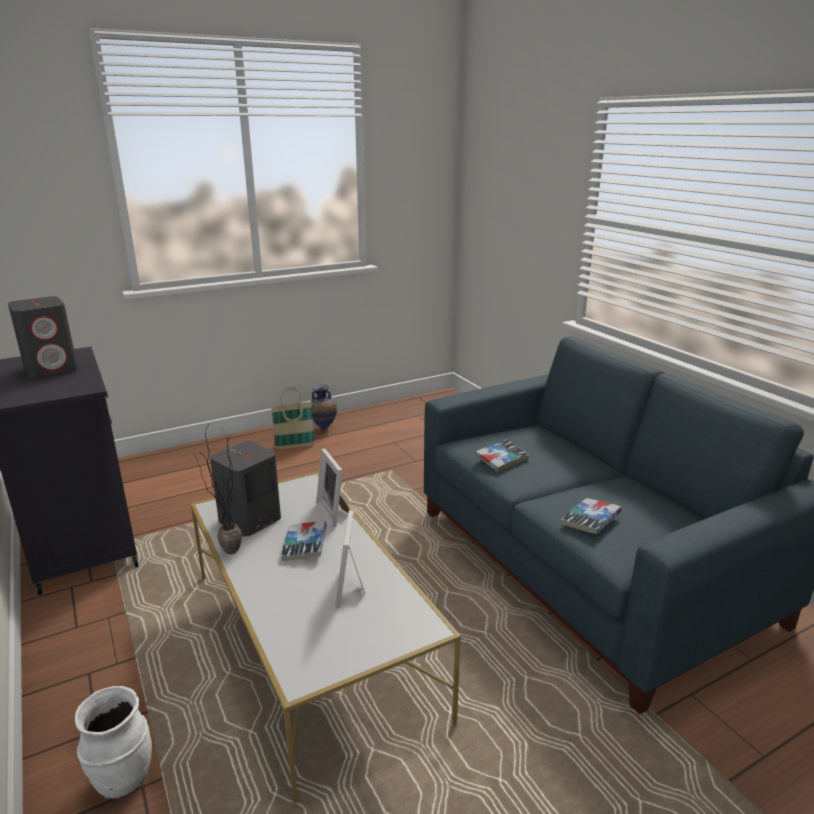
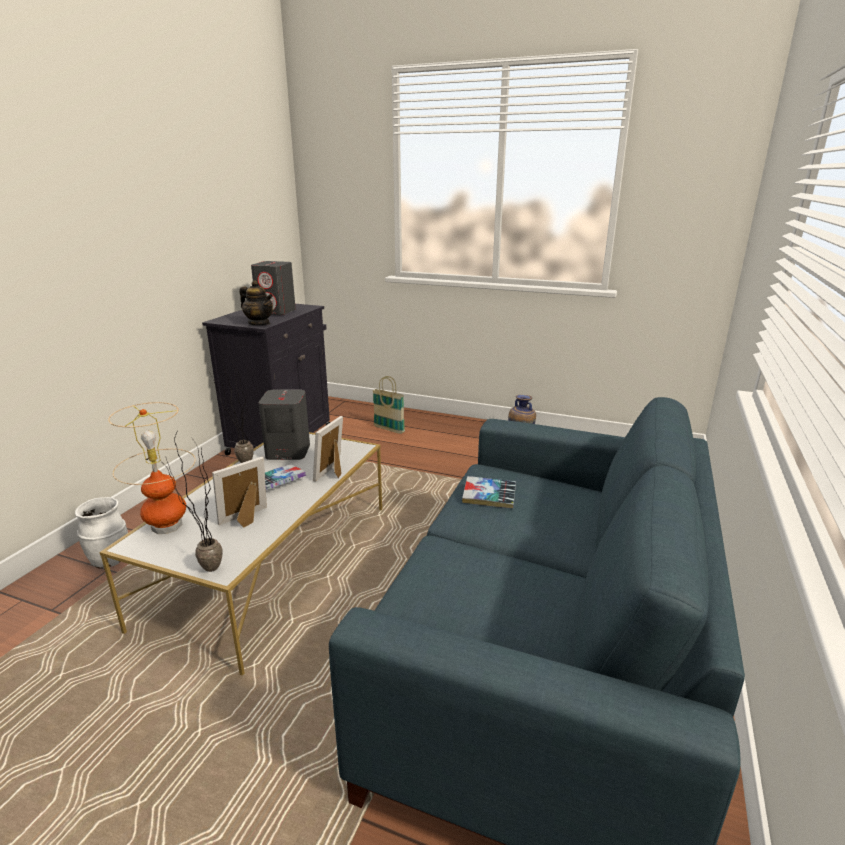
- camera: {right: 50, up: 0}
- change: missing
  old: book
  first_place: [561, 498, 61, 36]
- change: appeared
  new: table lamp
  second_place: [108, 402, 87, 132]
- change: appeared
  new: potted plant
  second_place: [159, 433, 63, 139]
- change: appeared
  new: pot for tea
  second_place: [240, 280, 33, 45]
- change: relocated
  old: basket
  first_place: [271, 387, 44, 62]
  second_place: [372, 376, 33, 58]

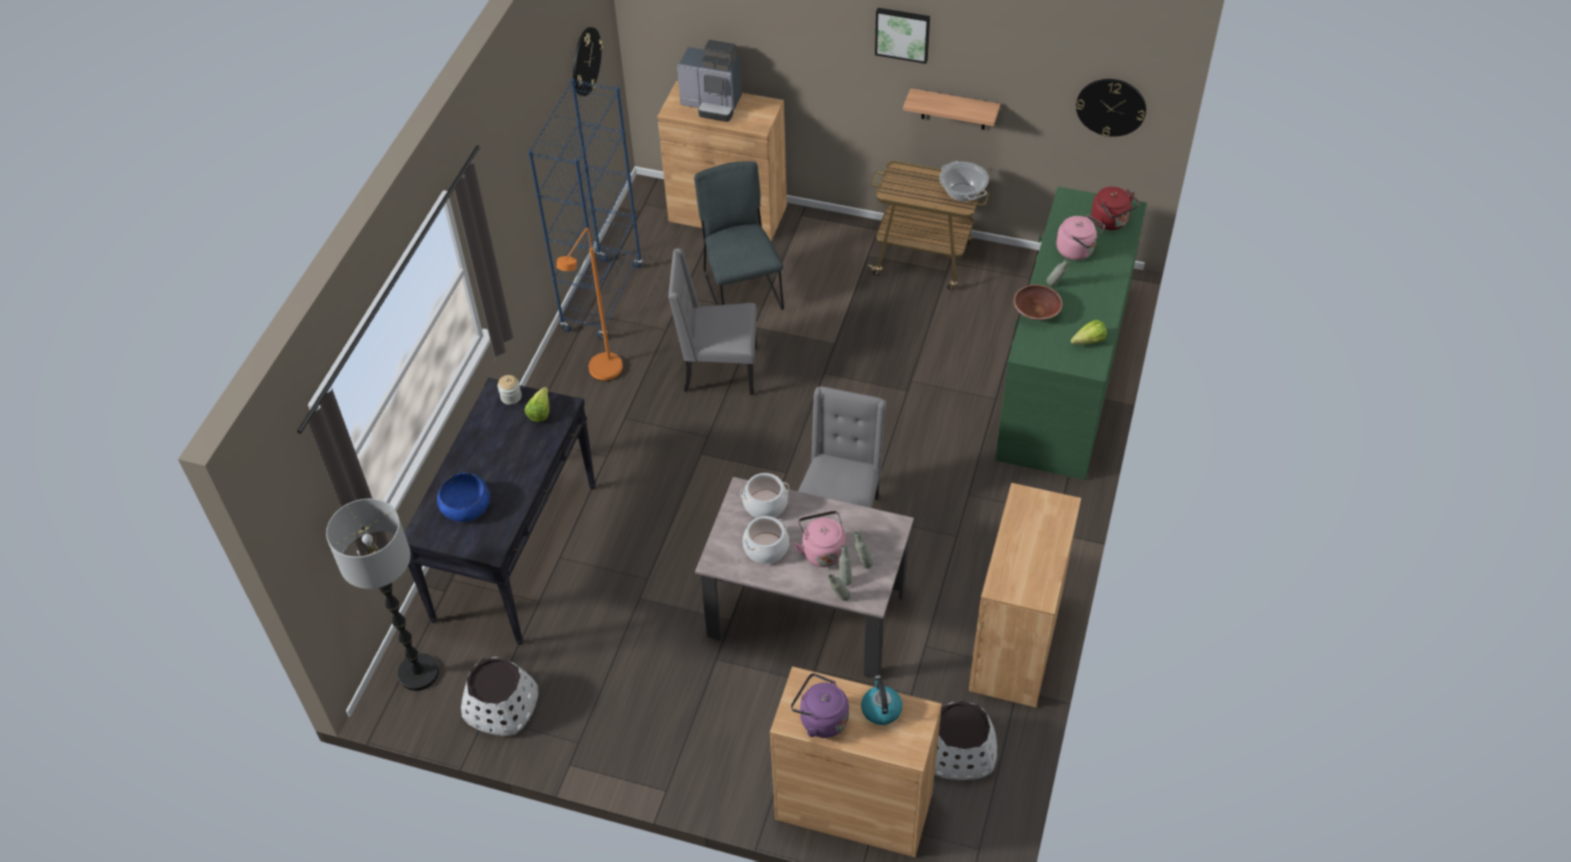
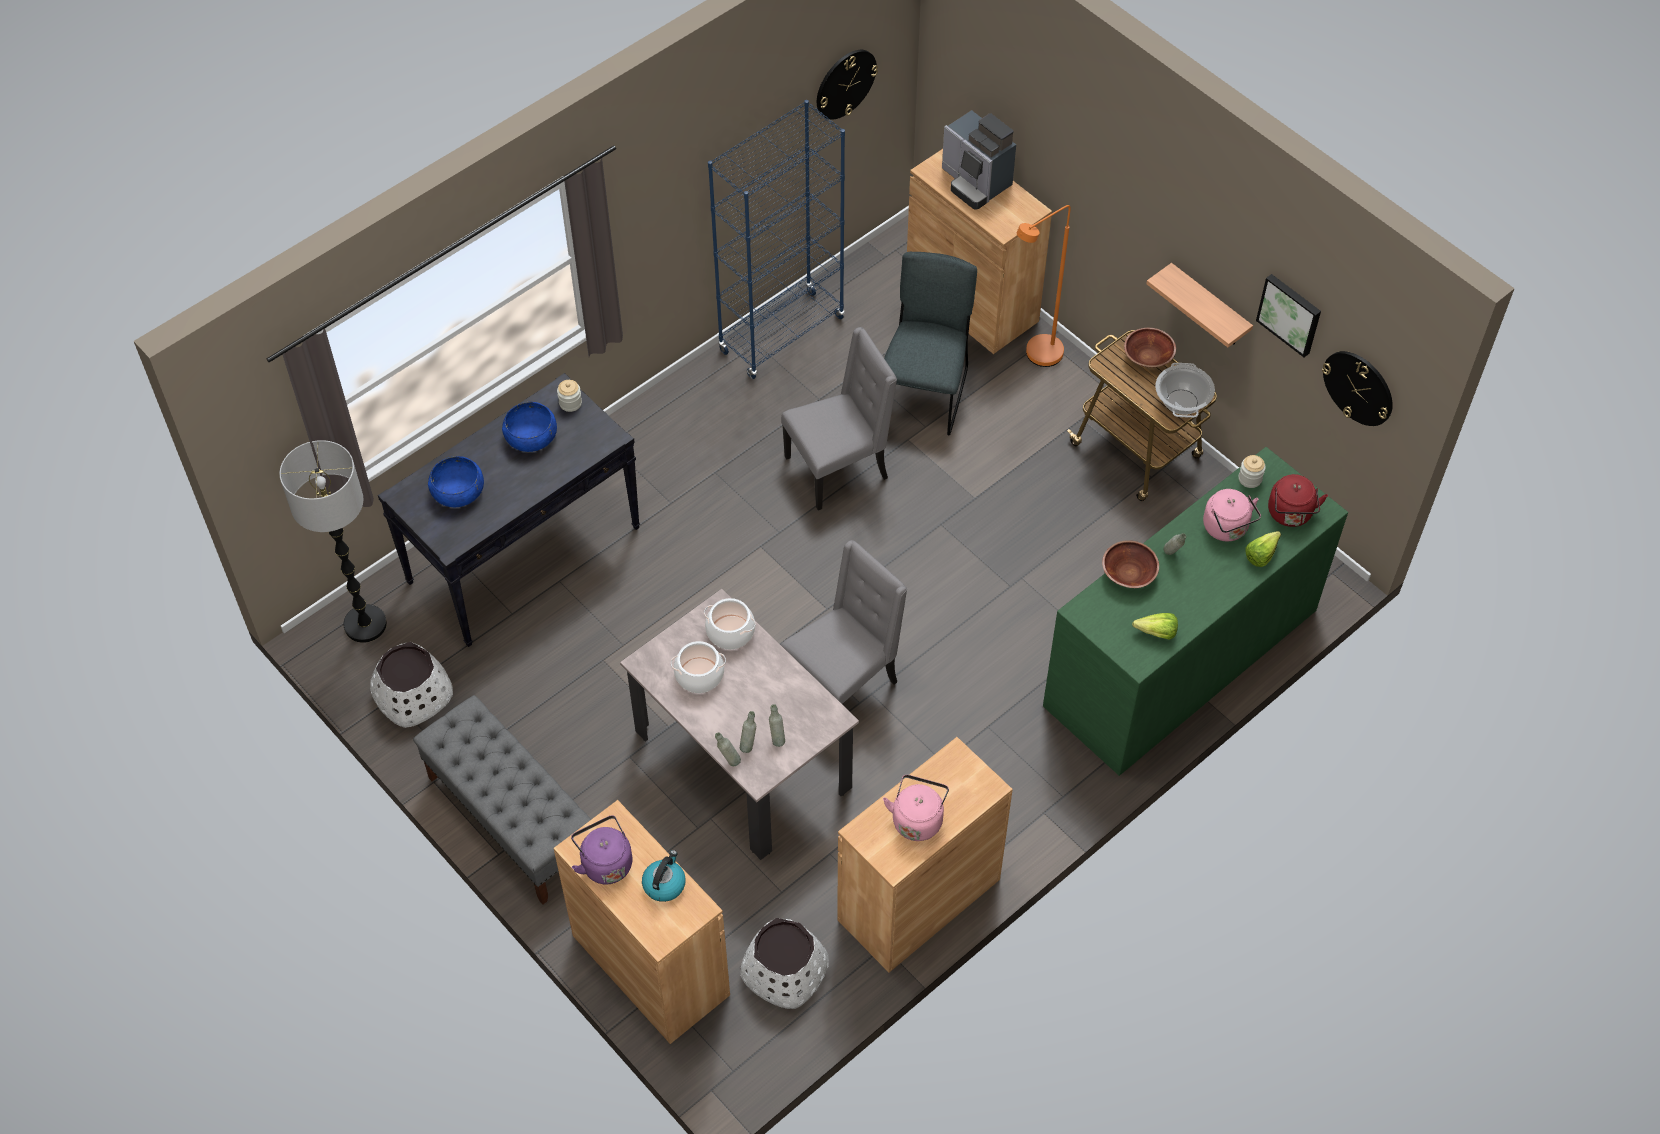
- camera: {right: 30, up: 5}
- change: appeared
  new: bench in greyish
  second_place: [413, 695, 178, 210]
- change: appeared
  new: deep dish in bluish
  second_place: [502, 402, 55, 50]
- change: appeared
  new: deep dish in brown-coloured
  second_place: [1124, 328, 52, 40]
- change: appeared
  new: preserve jar
  second_place: [1239, 455, 27, 33]
- change: relocated
  old: lettuce
  first_place: [525, 387, 24, 35]
  second_place: [1245, 531, 36, 36]
- change: relocated
  old: standing lamp in orange-coloured
  first_place: [557, 228, 66, 153]
  second_place: [1017, 205, 54, 162]
- change: relocated
  old: water kettle in pinkish
  first_place: [794, 511, 52, 56]
  second_place: [883, 775, 66, 66]
- change: relocated
  old: picture
  first_place: [875, 8, 55, 56]
  second_place: [1256, 274, 65, 83]
- change: spun
  old: upright chair in greyish
  first_place: [668, 248, 89, 147]
  second_place: [781, 327, 116, 183]
  degrees: 120

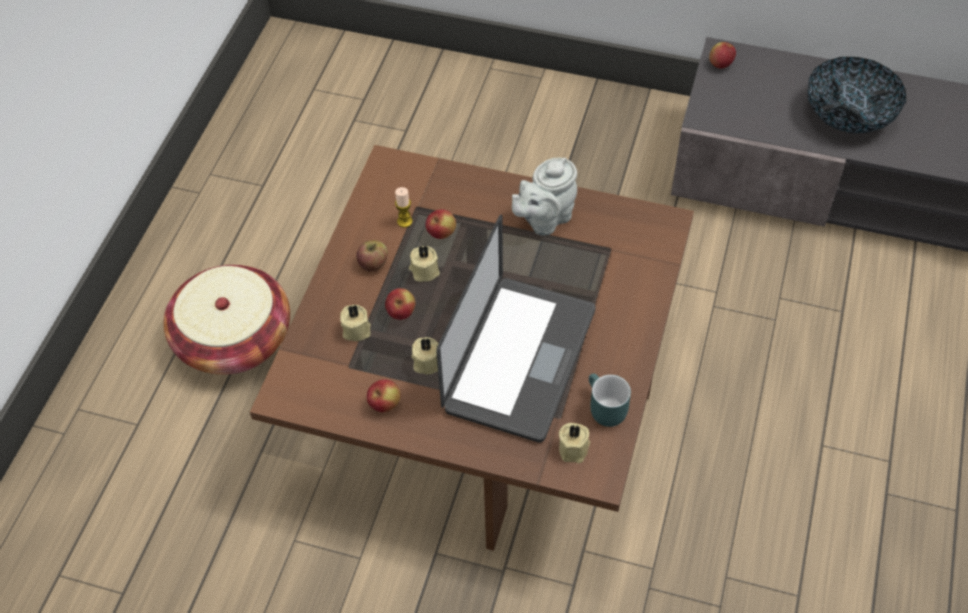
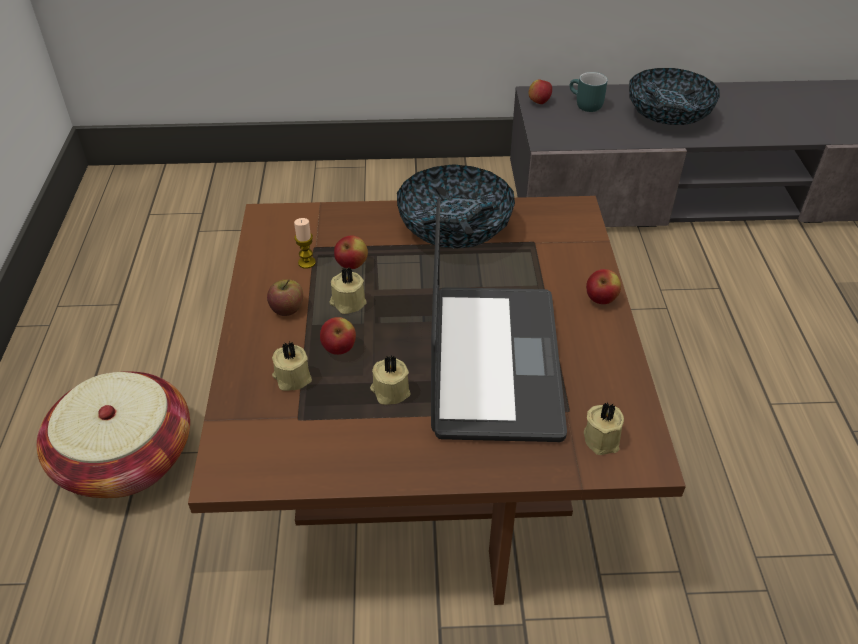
- camera: {right: -20, up: -10}
- change: relocated
  old: whole apple
  first_place: [367, 379, 34, 33]
  second_place: [586, 269, 35, 35]
- change: relocated
  old: coffee mug in turquoise-coloured
  first_place: [589, 373, 42, 54]
  second_place: [570, 72, 38, 40]
- change: exchanged
  old: pot for tea in greyish
  new: deep dish
  first_place: [512, 157, 65, 79]
  second_place: [397, 164, 118, 84]

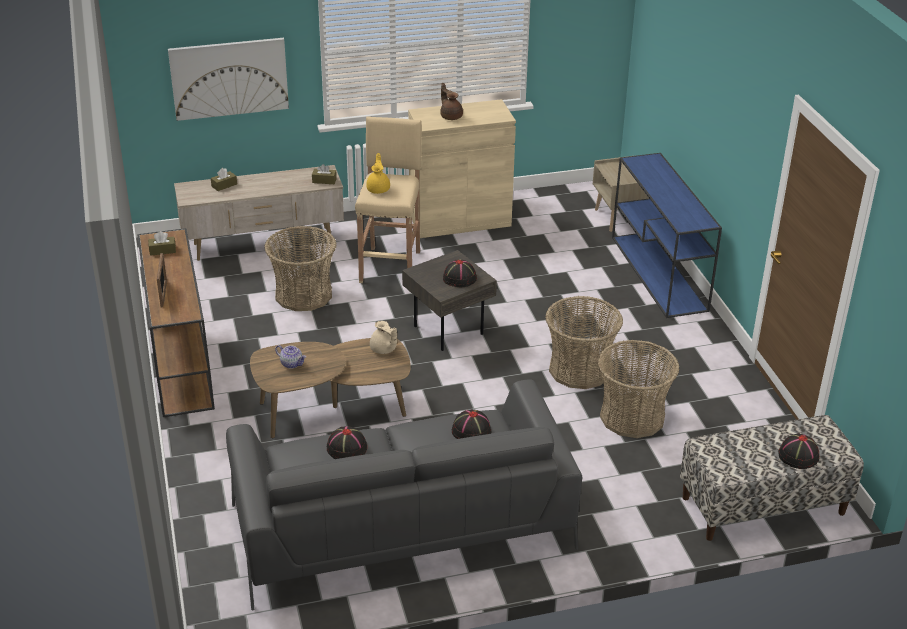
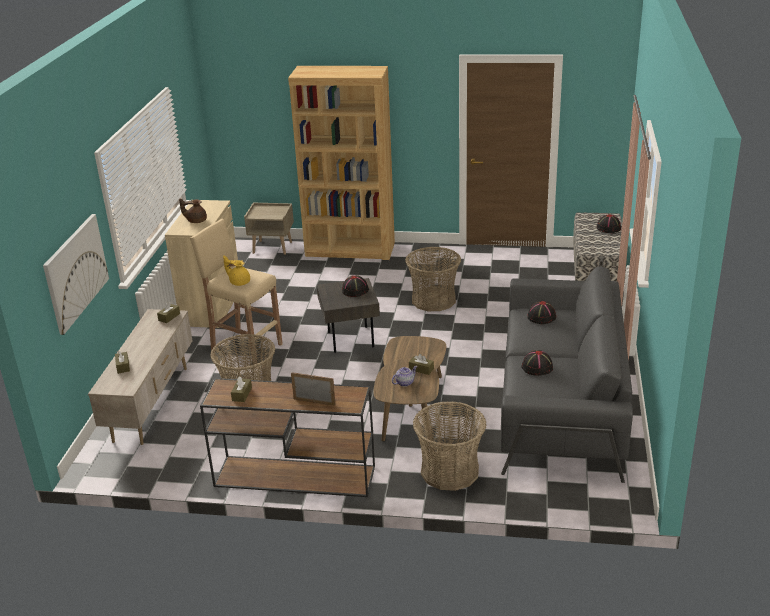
- camera: {right: -65, up: -5}
- change: missing
  old: pot for tea in beige
  first_place: [370, 321, 27, 33]
- change: appeared
  new: tissue holder in brown-coloured
  second_place: [409, 354, 25, 21]
- change: relocated
  old: basket
  first_place: [598, 340, 81, 98]
  second_place: [413, 401, 73, 90]
- change: exchanged
  old: console table in bluish
  new: bookcase in brown-coloured
  first_place: [612, 153, 110, 165]
  second_place: [288, 66, 107, 194]

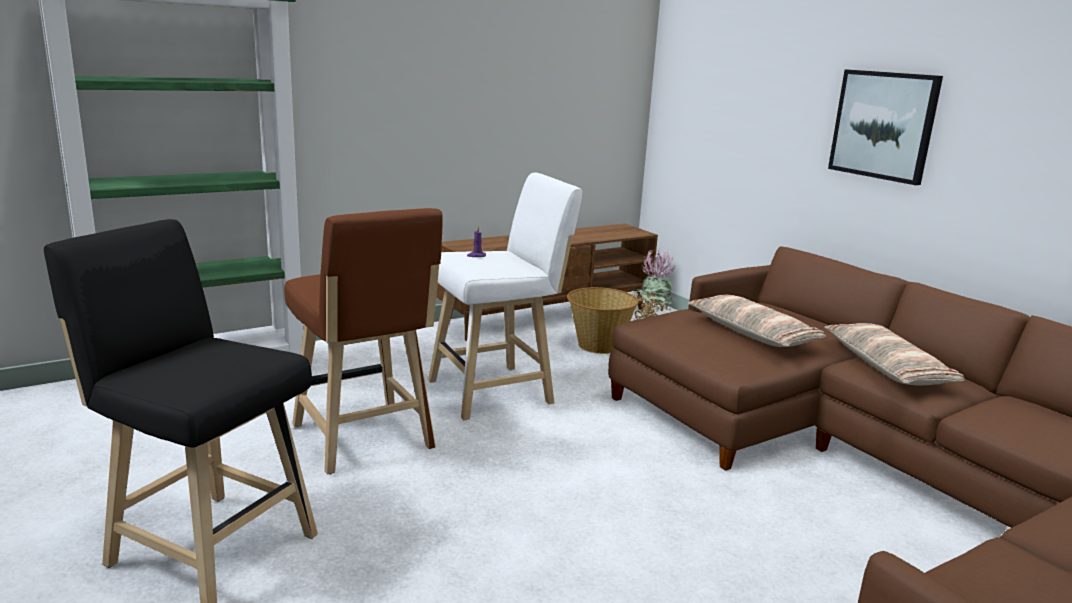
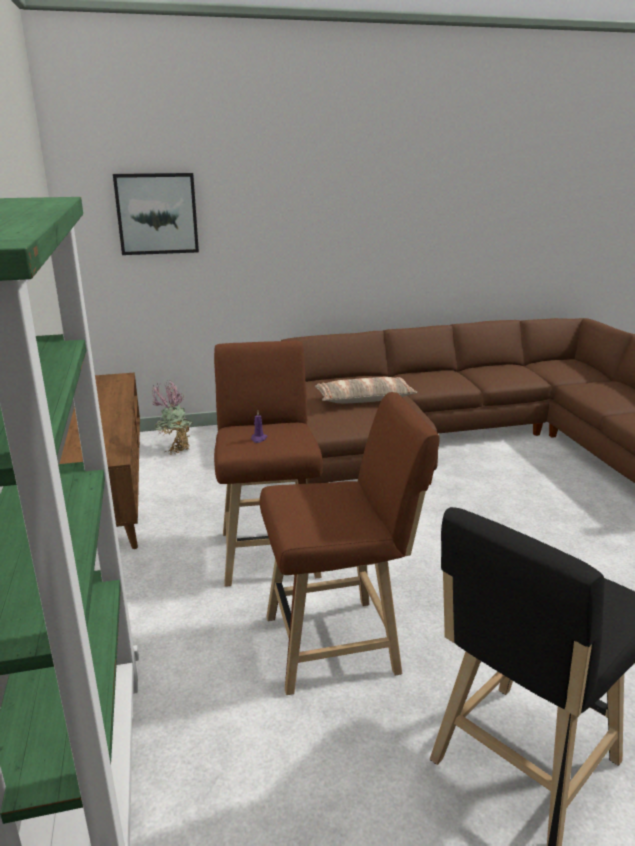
- camera: {right: -70, up: 5}
- change: missing
  old: basket
  first_place: [567, 287, 72, 67]
- change: missing
  old: throw pillow
  first_place: [825, 323, 140, 63]
- change: relocated
  old: picture
  first_place: [828, 69, 115, 116]
  second_place: [113, 173, 86, 82]
- change: colour
  old: stool seat in white-coloured
  new: stool seat in brown-coloured
  first_place: [428, 173, 154, 247]
  second_place: [214, 341, 109, 246]

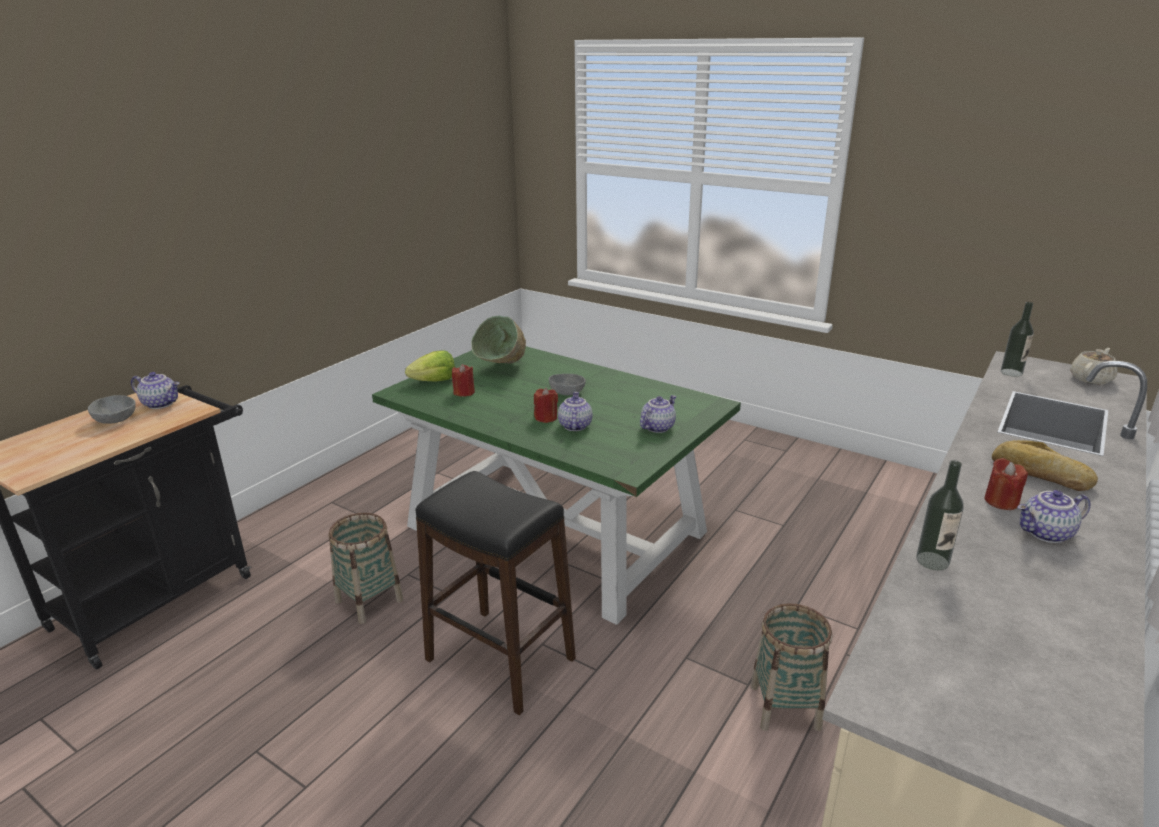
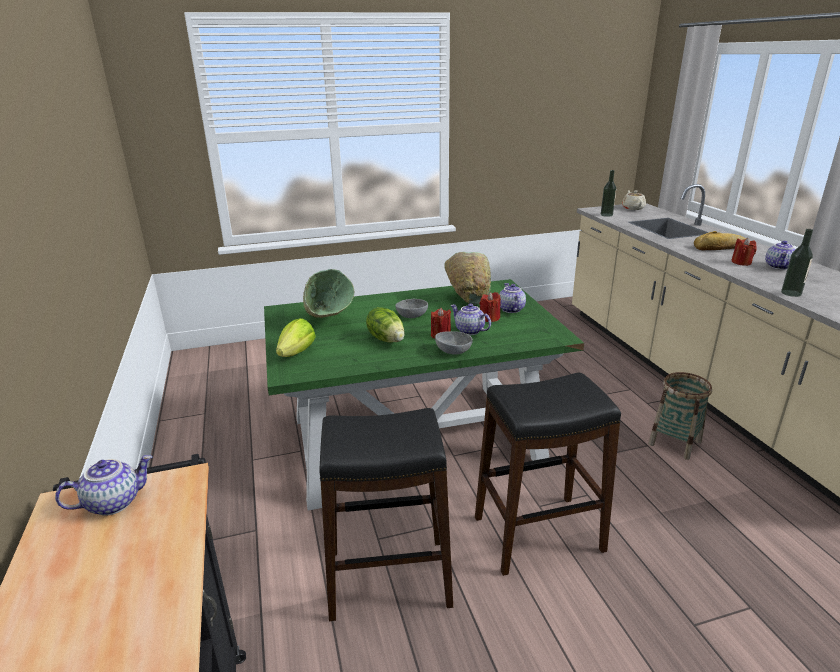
- camera: {right: -50, up: 0}
- change: appeared
  new: lettuce
  second_place: [366, 307, 39, 36]
- change: appeared
  new: deep dish in green
  second_place: [445, 252, 46, 53]
- change: relocated
  old: deep dish in greyish
  first_place: [88, 395, 48, 29]
  second_place: [435, 331, 38, 23]
- change: relocated
  old: wax candle in red-coloured
  first_place: [452, 364, 23, 33]
  second_place: [479, 292, 22, 30]
- change: exchanged
  old: basket
  new: stool seat in black
  first_place: [329, 513, 75, 111]
  second_place: [319, 408, 134, 213]

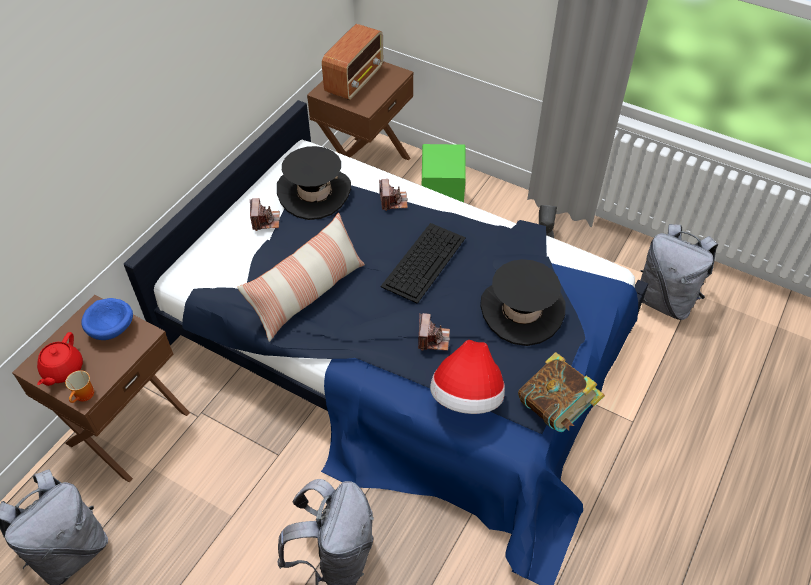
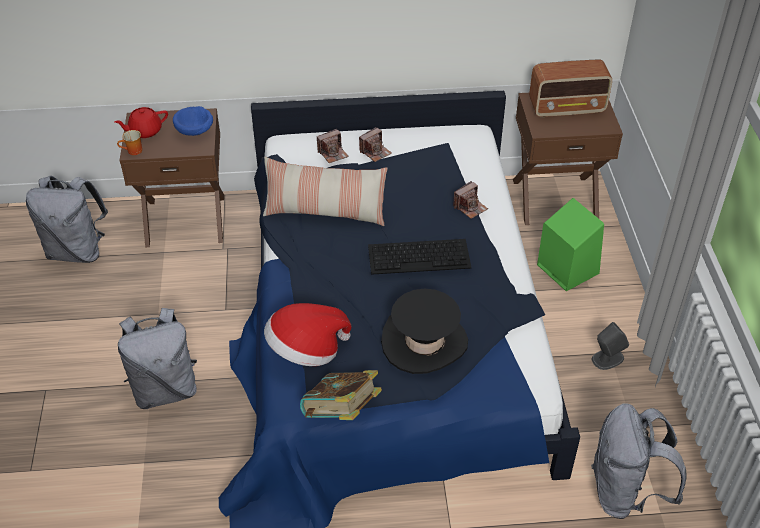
- camera: {right: 55, up: -5}
- change: missing
  old: hat in black
  first_place: [277, 146, 74, 74]
- change: relocated
  old: photo camera
  first_place: [418, 313, 32, 38]
  second_place: [317, 129, 32, 34]

